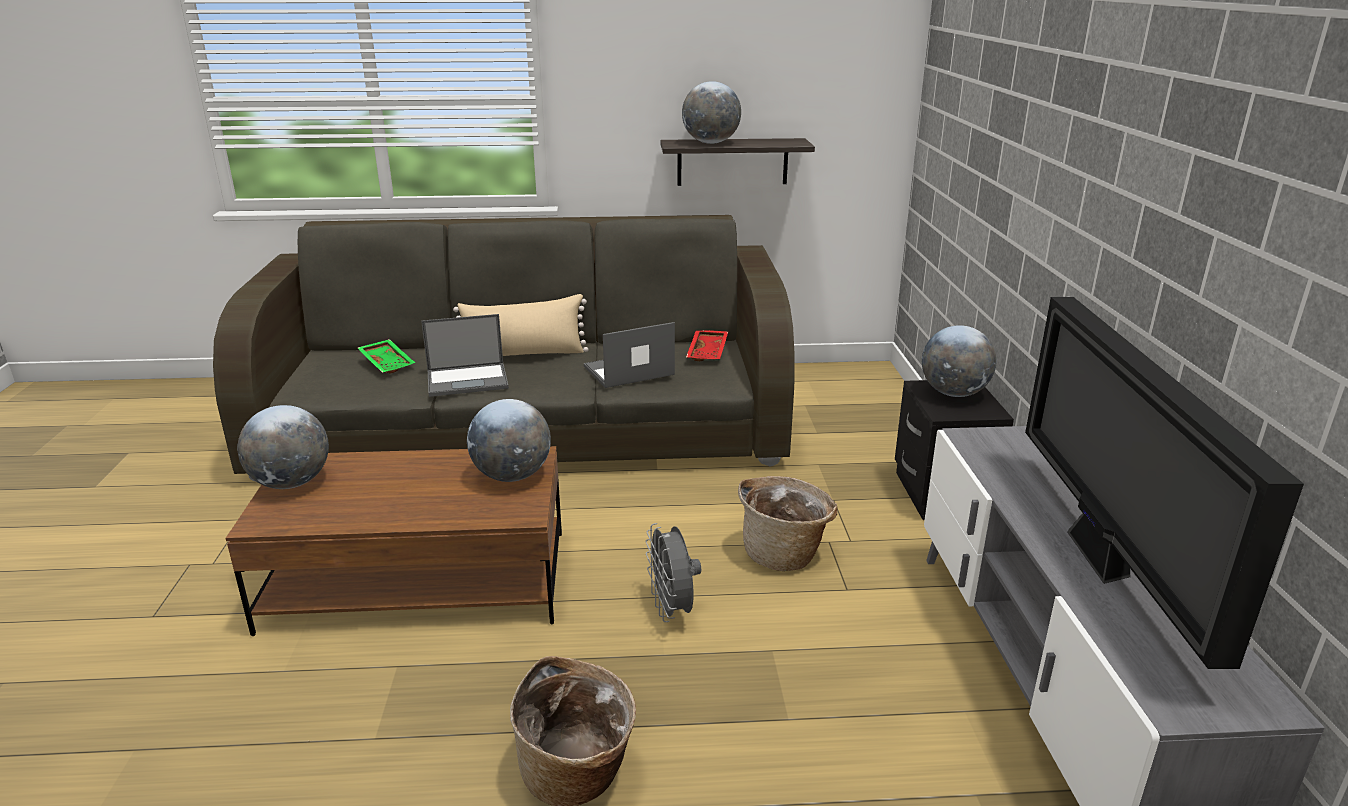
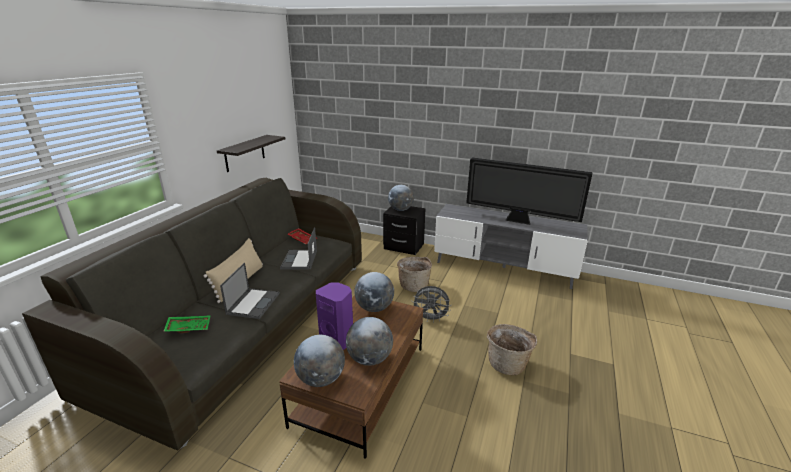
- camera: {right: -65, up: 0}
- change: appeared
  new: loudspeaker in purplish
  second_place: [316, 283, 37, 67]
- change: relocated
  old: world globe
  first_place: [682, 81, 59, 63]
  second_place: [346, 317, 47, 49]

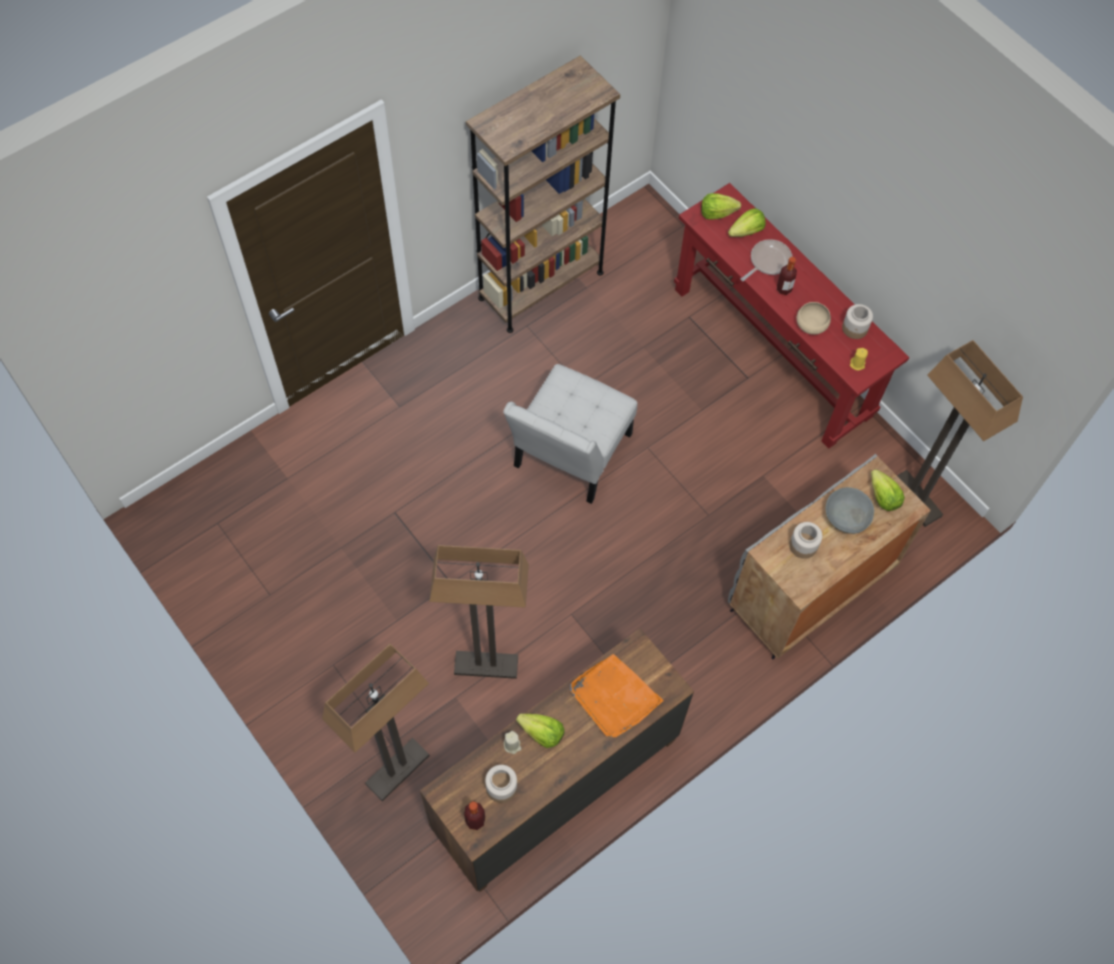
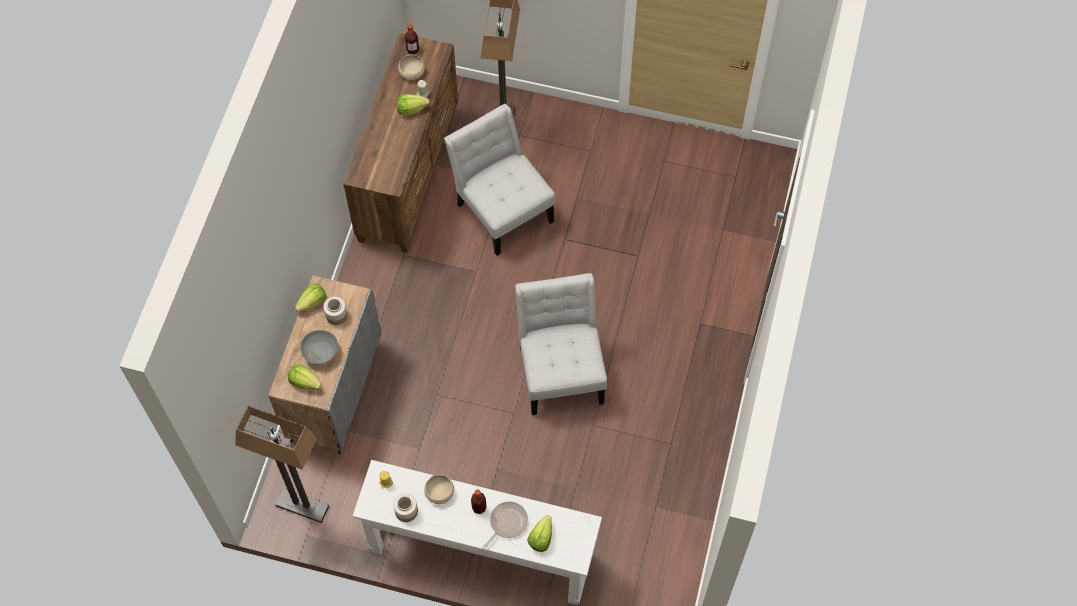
- camera: {right: 145, up: 0}
- change: missing
  old: bookcase in brown-coloured
  first_place: [466, 55, 154, 278]
- change: missing
  old: tray in orange-coloured
  first_place: [570, 654, 94, 83]
- change: relocated
  old: lettuce
  first_place: [701, 193, 40, 27]
  second_place: [295, 284, 31, 28]
- change: exchanged
  old: standing lamp
  new: upright chair in white-coloured
  first_place: [429, 545, 100, 134]
  second_place: [444, 104, 111, 152]
- change: exchanged
  old: preserve jar
  new: deep dish in beige
  first_place: [485, 765, 32, 38]
  second_place: [398, 55, 27, 25]
- change: colour
  old: console table in red-coloured
  new: console table in white-coloured
  first_place: [674, 183, 235, 266]
  second_place: [353, 460, 249, 145]
- change: spun
  old: frying pan
  first_place: [741, 239, 51, 42]
  second_place: [482, 501, 46, 49]
  degrees: -150

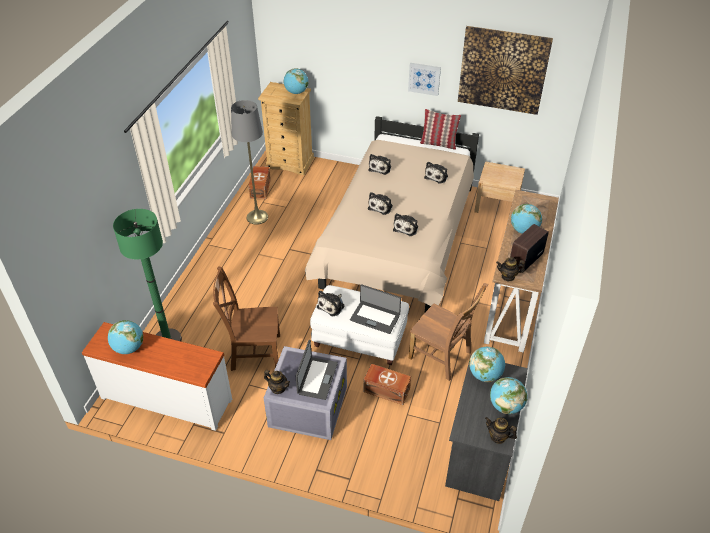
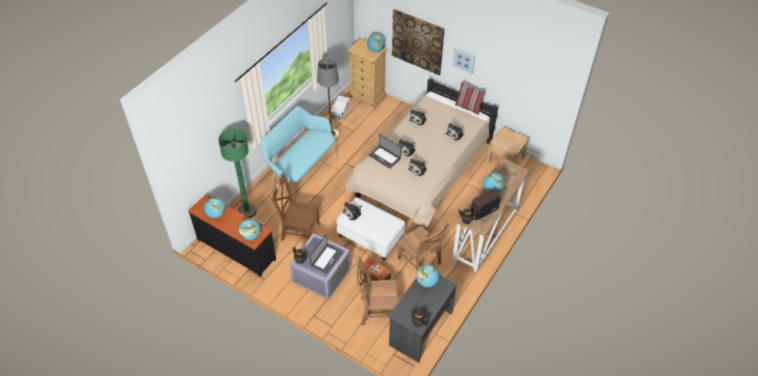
- camera: {right: 15, up: 5}
- change: appeared
  new: bench in turquoise-coloured
  second_place: [261, 106, 78, 96]
- change: appeared
  new: upright chair in brown-coloured
  second_place: [355, 256, 42, 69]
- change: relocated
  old: portable computer
  first_place: [350, 284, 51, 50]
  second_place: [369, 134, 32, 35]
- change: relocated
  old: picture
  first_place: [458, 26, 95, 89]
  second_place: [392, 9, 53, 66]
- change: relocated
  old: world globe
  first_place: [490, 377, 37, 37]
  second_place: [239, 218, 22, 22]
- change: colour
  old: drawer chest in white-coloured
  new: drawer chest in black
  first_place: [82, 322, 150, 109]
  second_place: [188, 194, 88, 83]
- change: colour
  old: storage bin in brown-coloured
  new: storage bin in white-coloured
  first_place: [248, 166, 23, 33]
  second_place: [331, 96, 19, 26]

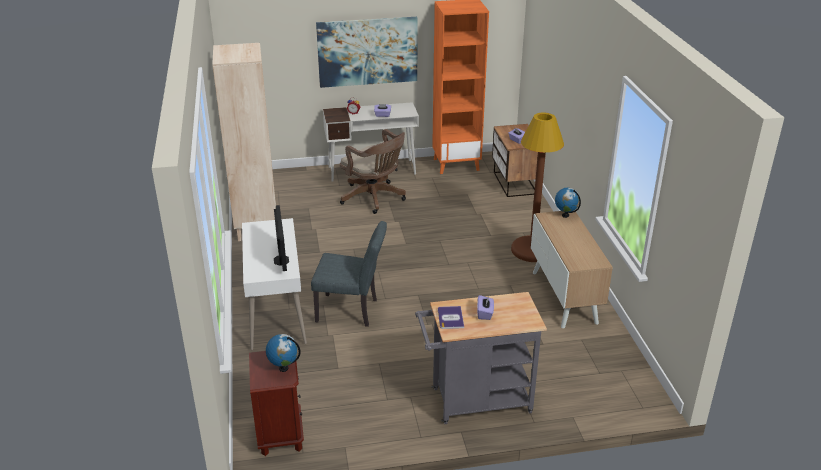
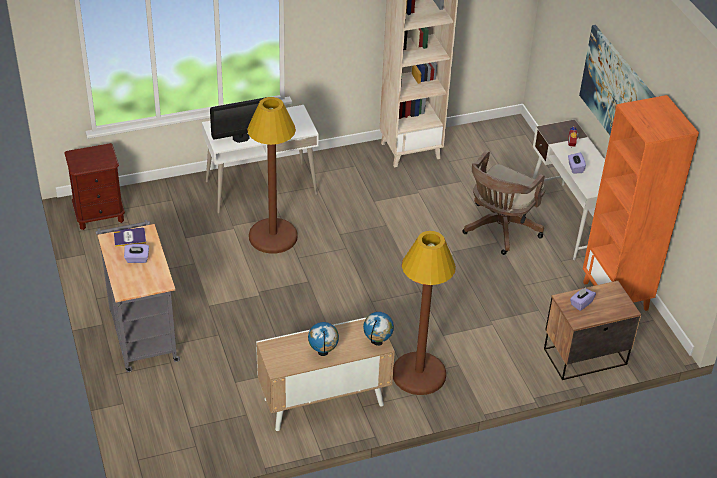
- camera: {right: 80, up: 10}
- change: relocated
  old: world globe
  first_place: [266, 334, 35, 38]
  second_place: [308, 322, 31, 34]
- change: exchanged
  old: upright chair in greyish
  new: standing lamp in brown-coloured
  first_place: [311, 221, 76, 106]
  second_place: [247, 97, 51, 157]

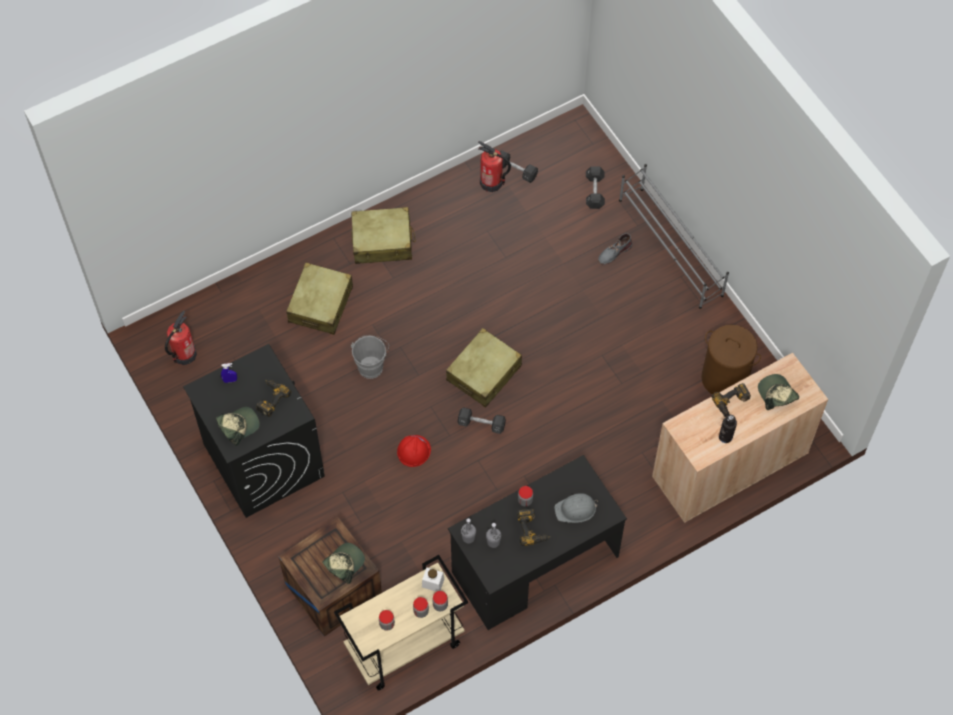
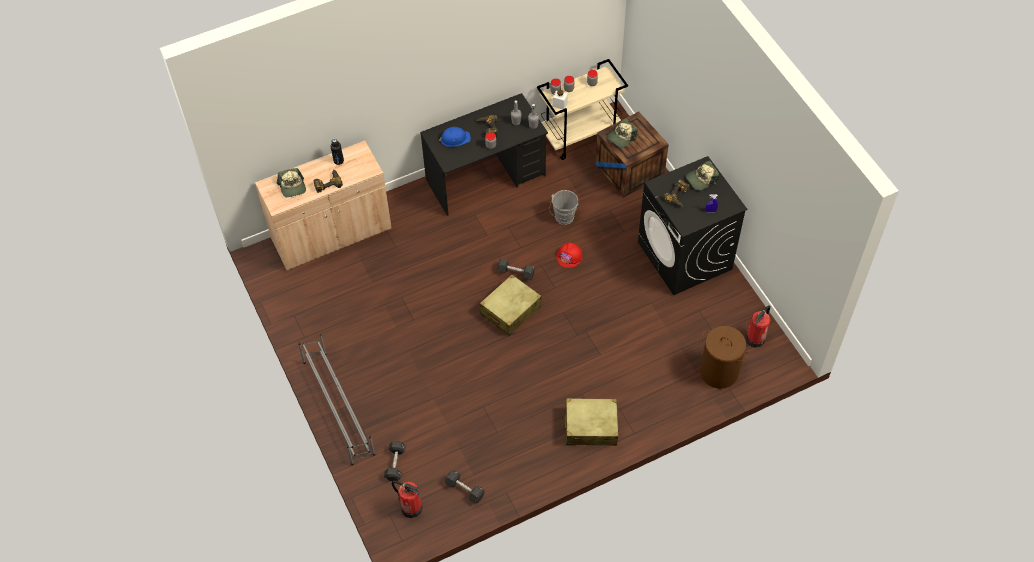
- camera: {right: -175, up: -5}
- change: missing
  old: suitcase in beige
  first_place: [286, 262, 67, 73]
- change: missing
  old: high-top boot in greyish
  first_place: [598, 233, 34, 32]
- change: relocated
  old: pail in greyish
  first_place: [351, 335, 38, 44]
  second_place: [549, 190, 30, 35]
- change: relocated
  old: extinguisher
  first_place: [478, 141, 33, 51]
  second_place: [392, 481, 30, 37]
- change: relocated
  old: laundry basket in brown-coloured
  first_place: [701, 325, 60, 70]
  second_place: [700, 326, 48, 63]
- change: colour
  old: safety helmet in greyish
  new: safety helmet in bluish
  first_place: [554, 493, 44, 30]
  second_place: [439, 127, 32, 20]

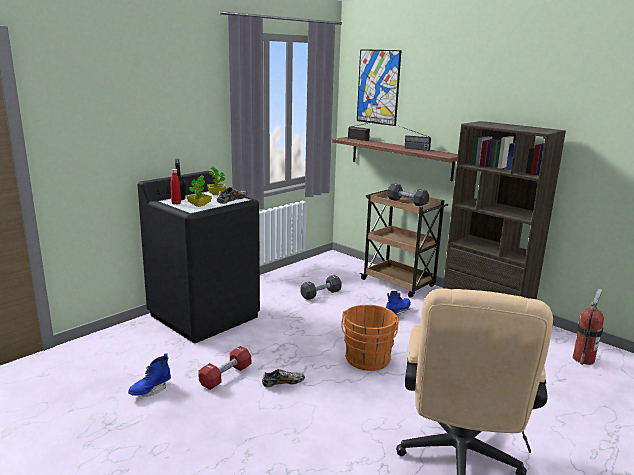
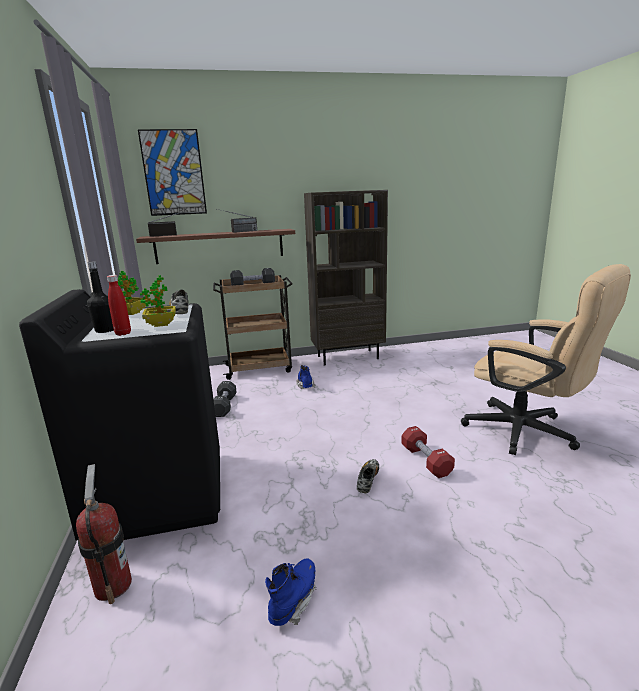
- camera: {right: -55, up: 0}
- change: missing
  old: pail in orange-coloured
  first_place: [341, 305, 58, 66]
- change: relocated
  old: hand weight in red-coloured
  first_place: [198, 346, 53, 44]
  second_place: [401, 426, 54, 52]
- change: relocated
  old: extinguisher
  first_place: [573, 288, 31, 77]
  second_place: [76, 464, 56, 140]
- change: spun
  old: high-top boot in bluish
  first_place: [128, 353, 43, 43]
  second_place: [265, 559, 51, 67]
  degrees: -135

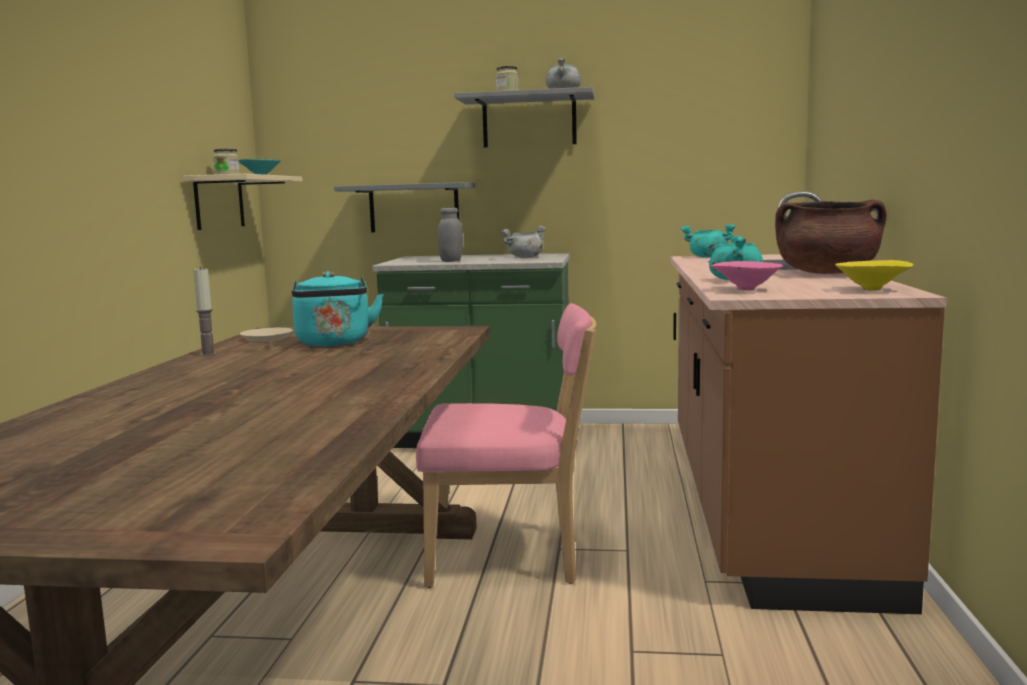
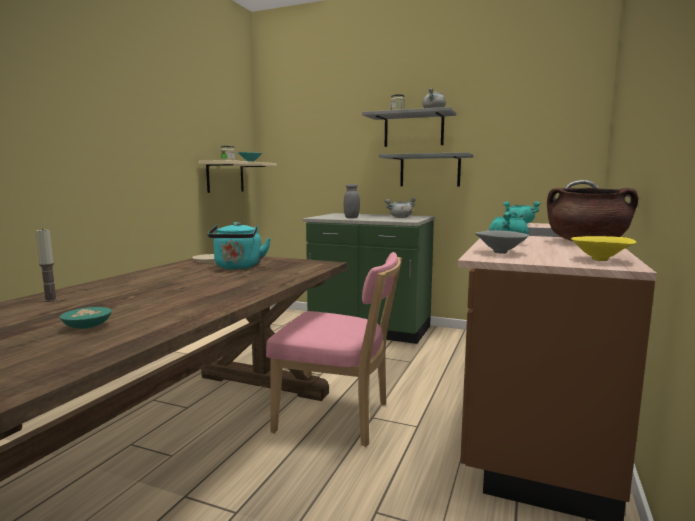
- camera: {right: 15, up: 0}
- change: appeared
  new: deep dish in turquoise-coloured
  second_place: [60, 307, 52, 22]
- change: relocated
  old: wax candle
  first_place: [193, 267, 23, 89]
  second_place: [36, 228, 22, 74]
- change: relocated
  old: shelf in greyish
  first_place: [334, 182, 141, 50]
  second_place: [379, 152, 94, 34]
- change: colour
  old: deep dish in pinkish
  new: deep dish in greyish
  first_place: [710, 261, 73, 30]
  second_place: [474, 230, 55, 24]

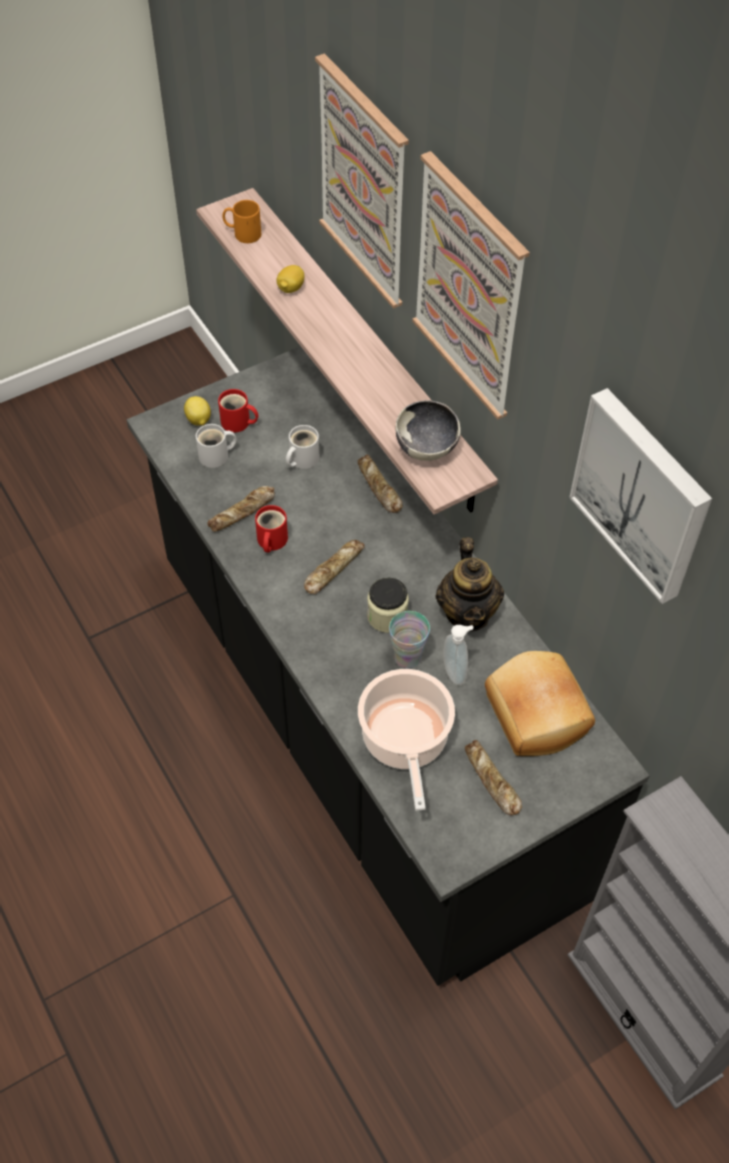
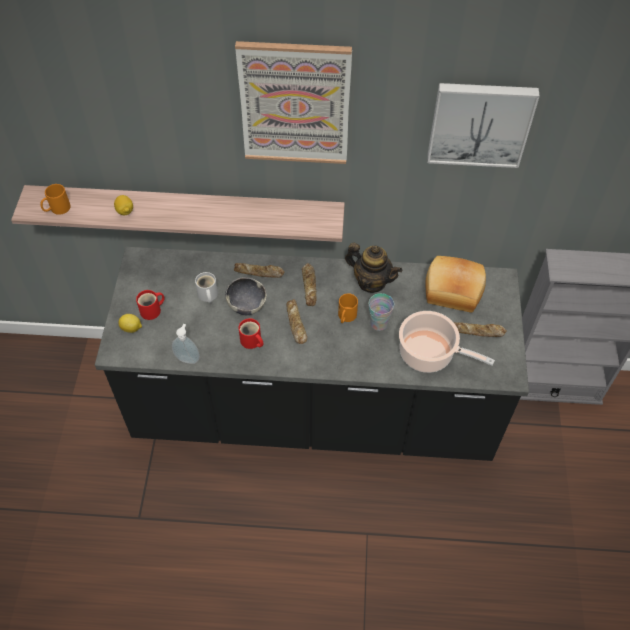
- camera: {right: -55, up: 0}
- change: missing
  old: coffee mug in white-coloured
  first_place: [196, 424, 41, 44]
- change: missing
  old: picture
  first_place: [315, 53, 94, 256]
- change: relocated
  old: bread
  first_place: [208, 486, 67, 46]
  second_place: [302, 263, 15, 43]
- change: relocated
  old: deep dish
  first_place: [396, 400, 65, 61]
  second_place: [225, 277, 42, 38]
- change: relocated
  old: soap dispenser
  first_place: [443, 625, 31, 60]
  second_place: [172, 324, 28, 40]
- change: exchanged
  old: preserve jar
  new: coffee mug in orange-coloured
  first_place: [367, 578, 42, 55]
  second_place: [338, 293, 20, 30]

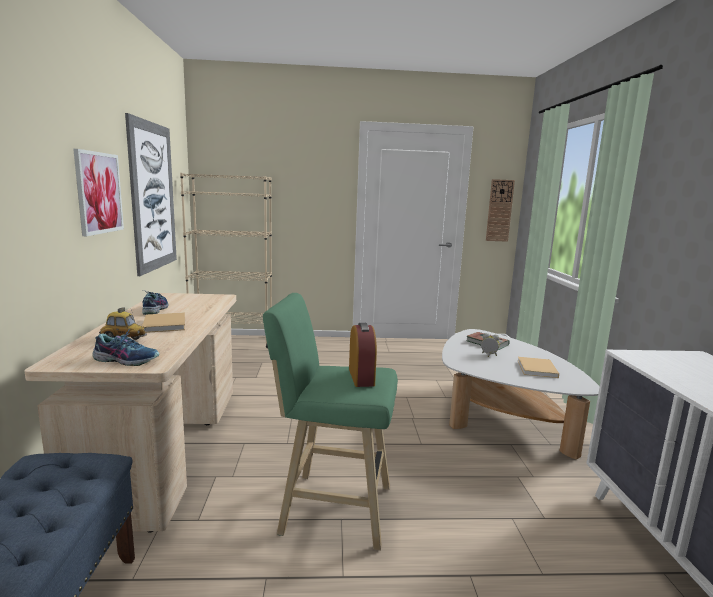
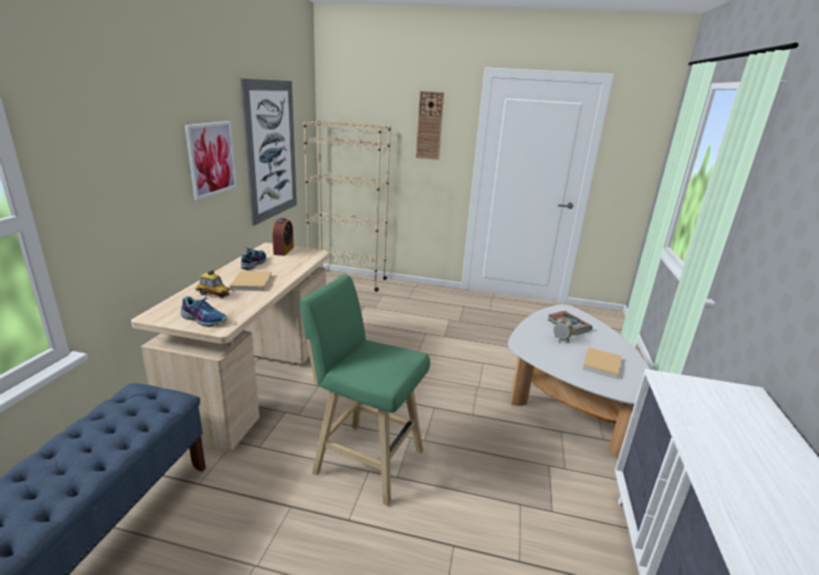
- camera: {right: 15, up: 10}
- change: relocated
  old: alarm clock
  first_place: [349, 323, 28, 64]
  second_place: [272, 218, 22, 38]
- change: relocated
  old: wall clock
  first_place: [486, 179, 29, 63]
  second_place: [416, 91, 28, 69]

